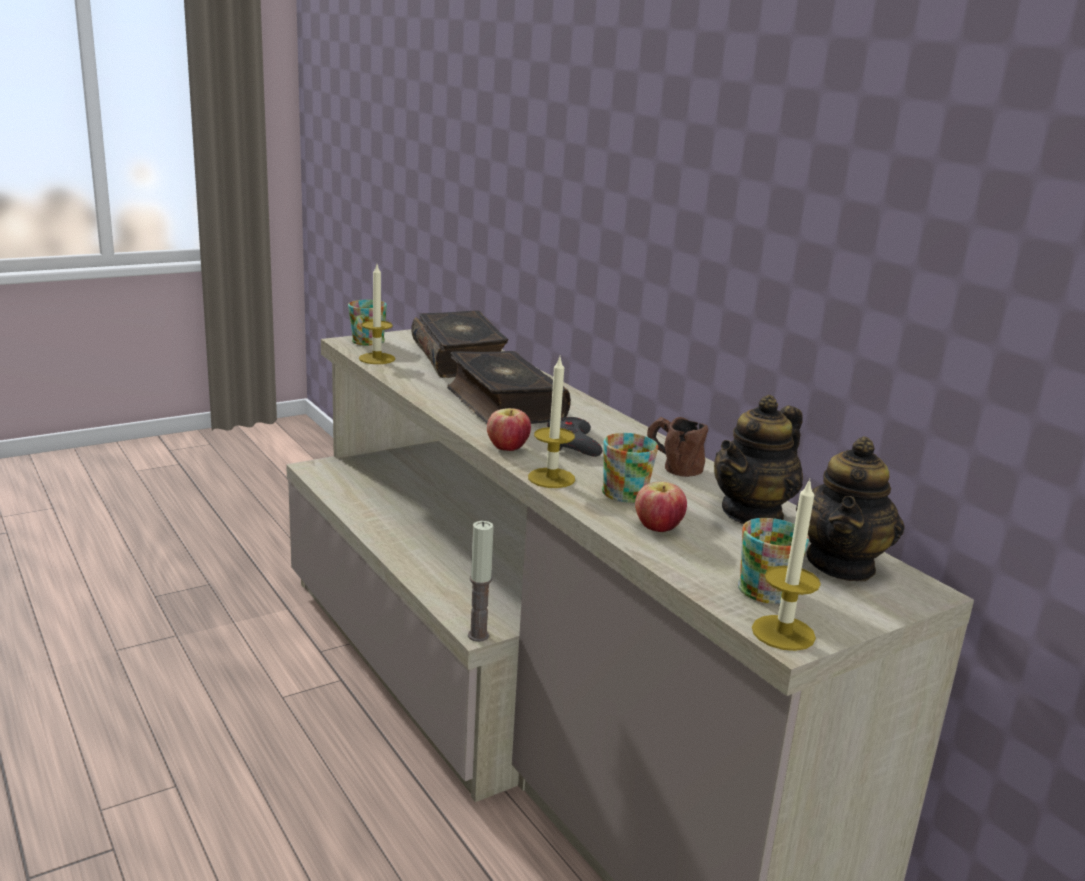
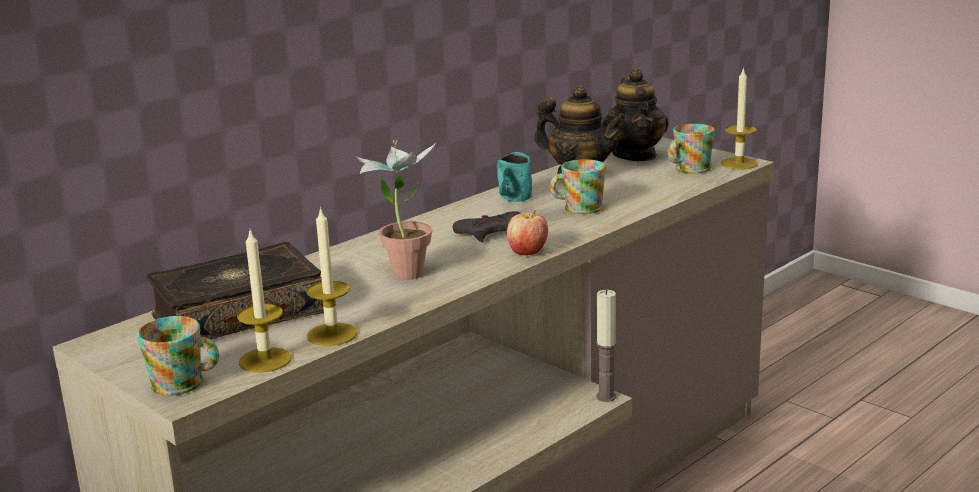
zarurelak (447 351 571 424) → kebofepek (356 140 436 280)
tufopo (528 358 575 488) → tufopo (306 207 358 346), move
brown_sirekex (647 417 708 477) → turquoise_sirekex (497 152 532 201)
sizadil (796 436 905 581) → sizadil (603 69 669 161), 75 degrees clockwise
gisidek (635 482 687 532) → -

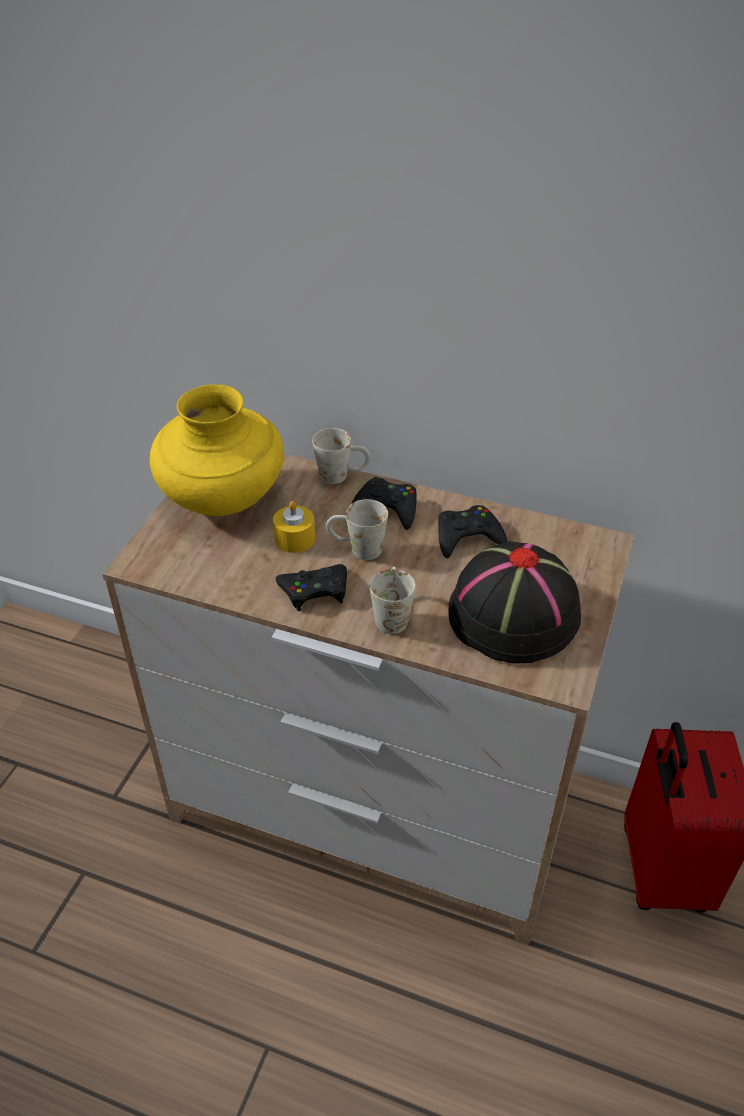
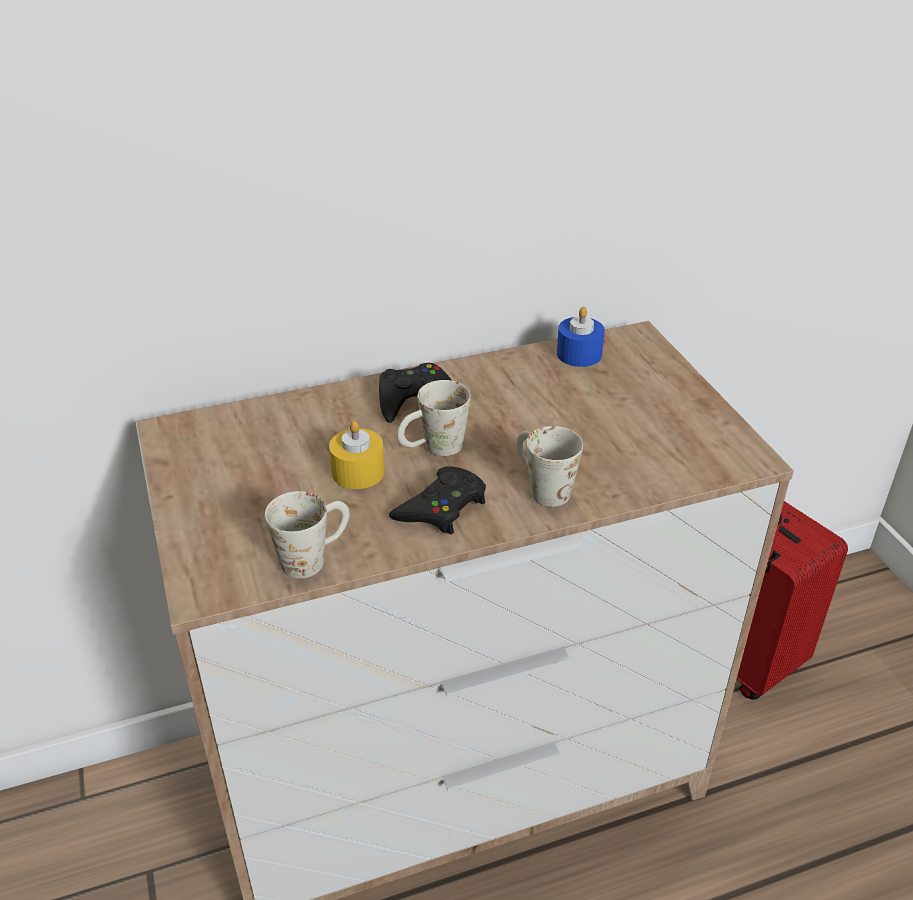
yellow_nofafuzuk (150 384 284 516) → -
white_sirekex (312 428 371 484) → white_sirekex (265 491 350 578), move
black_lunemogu (438 505 507 558) → -
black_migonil (449 541 581 664) → -
- → blue_tufopo (557 307 605 367)

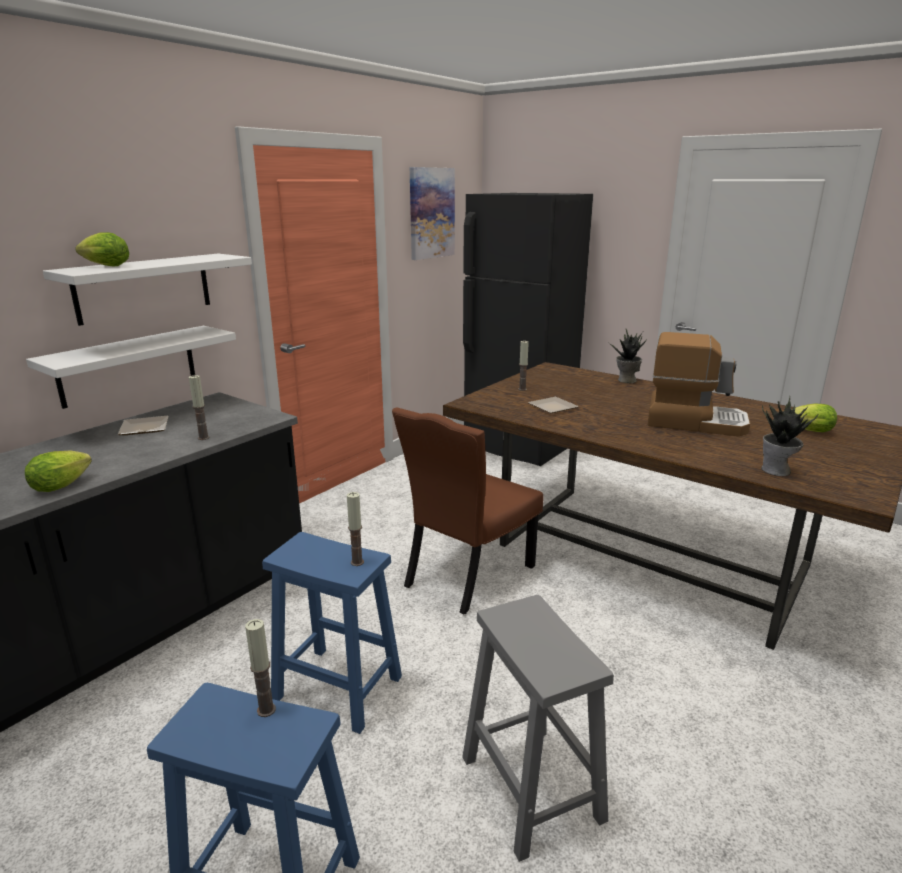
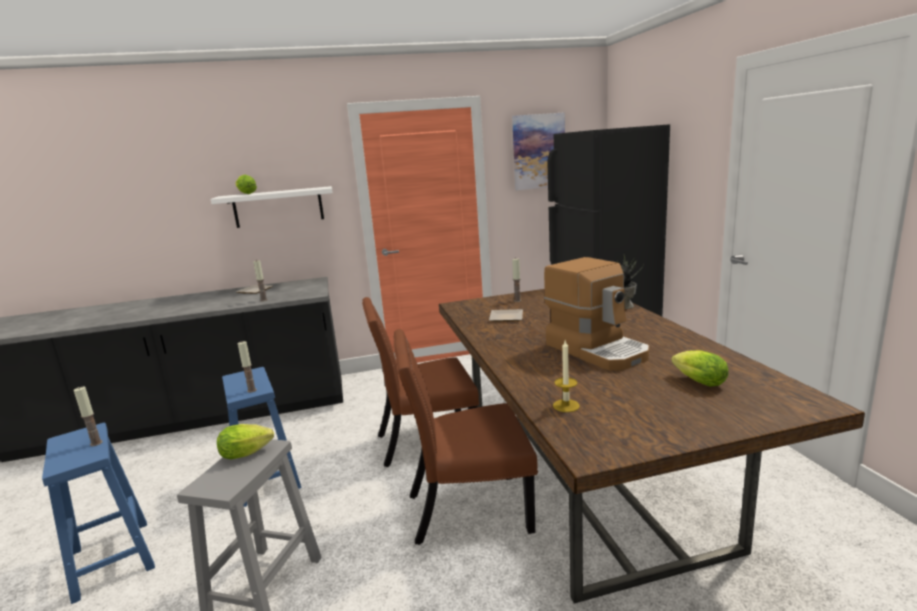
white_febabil (26 326 236 409) → -
kebofepek (761 396 819 476) → tufopo (553 341 580 412)
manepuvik (25 450 92 492) → manepuvik (217 424 274 459), move
- → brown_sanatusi (393 329 538 545)

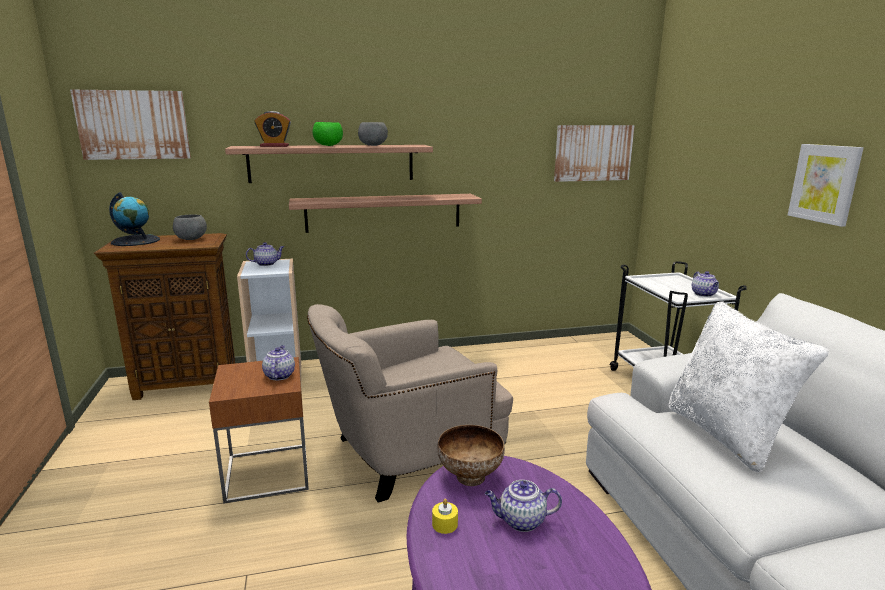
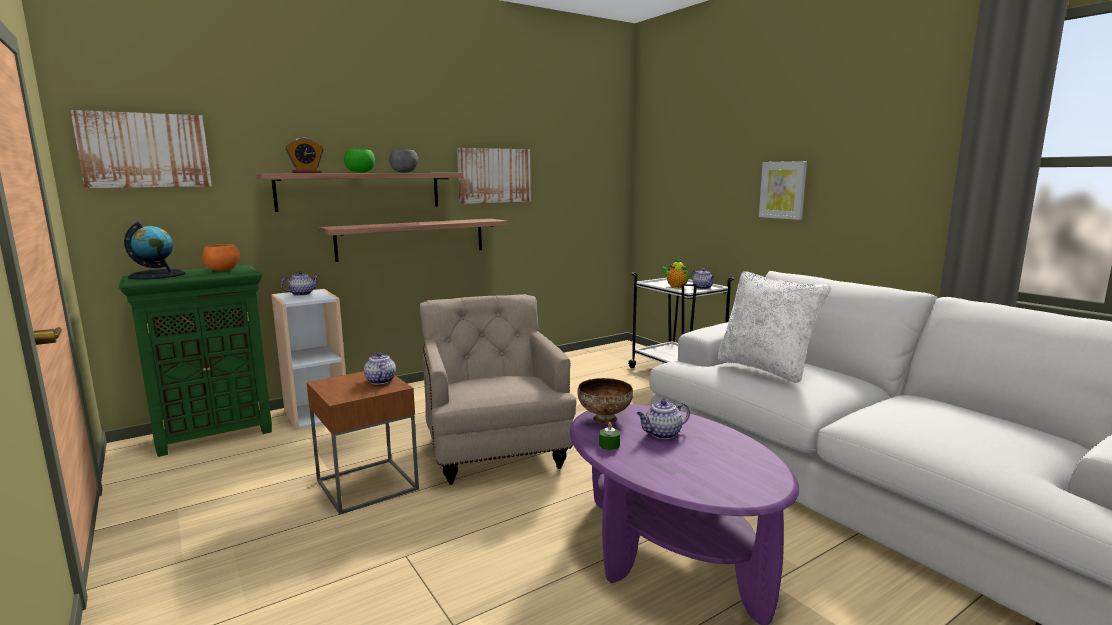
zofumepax (554 125 635 182) → zofumepax (457 148 531 204), move
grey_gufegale (173 215 207 240) → orange_gufegale (202 244 240 271)
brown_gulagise (94 233 235 400) → green_gulagise (119 265 272 457)
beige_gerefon (307 304 513 503) → beige_gerefon (419 294 576 485), 120 degrees clockwise
yellow_tufopo (432 499 458 534) → green_tufopo (599 422 620 450)
- → sizadil (661 258 689 288)

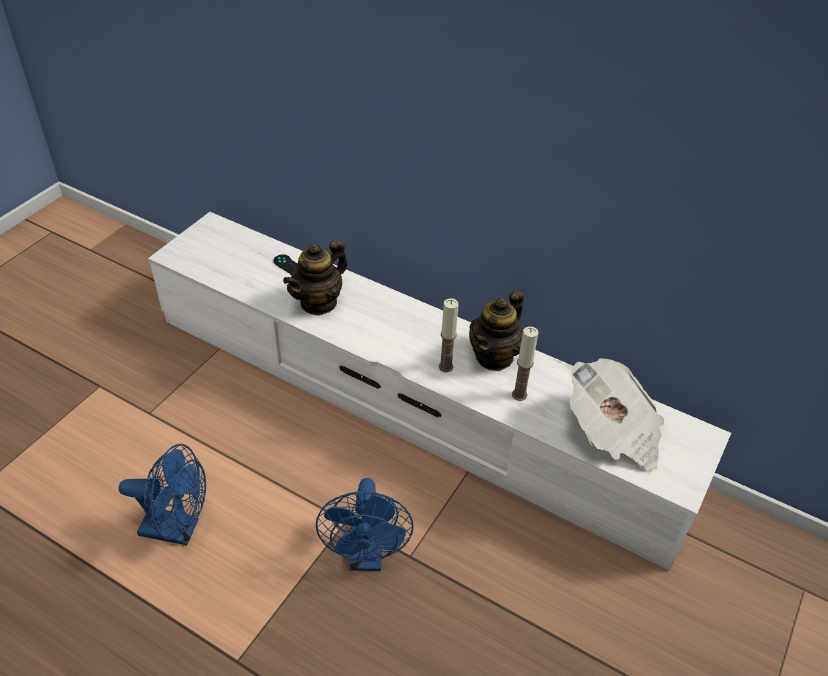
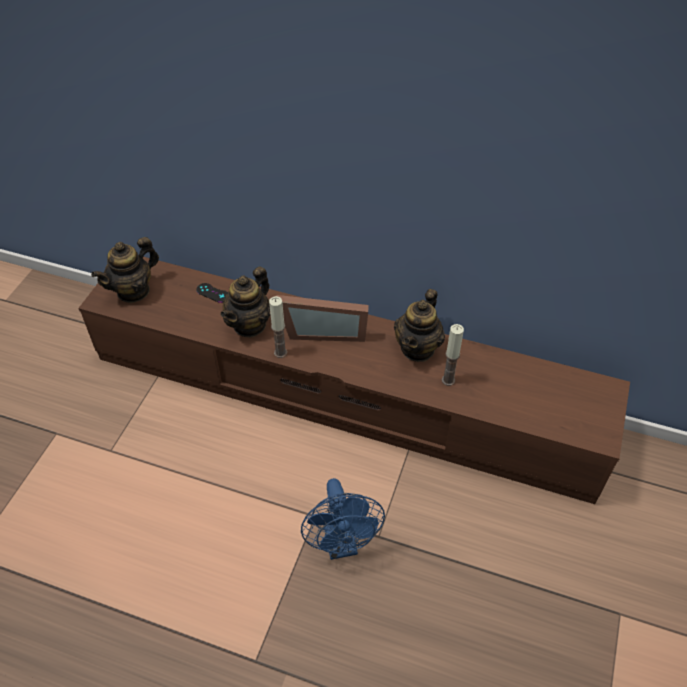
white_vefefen (148 212 731 571) → brown_vefefen (78 257 630 504)
tufopo (438 298 459 372) → tufopo (269 296 287 358), move
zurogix (569 358 664 470) → -
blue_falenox (119 444 206 545) → -
- → sizadil (91 237 159 303)
- → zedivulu (276 295 368 342)

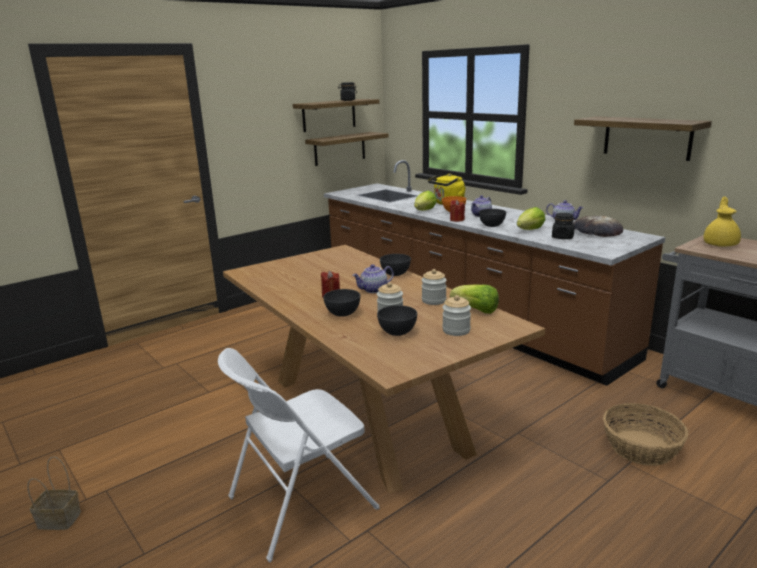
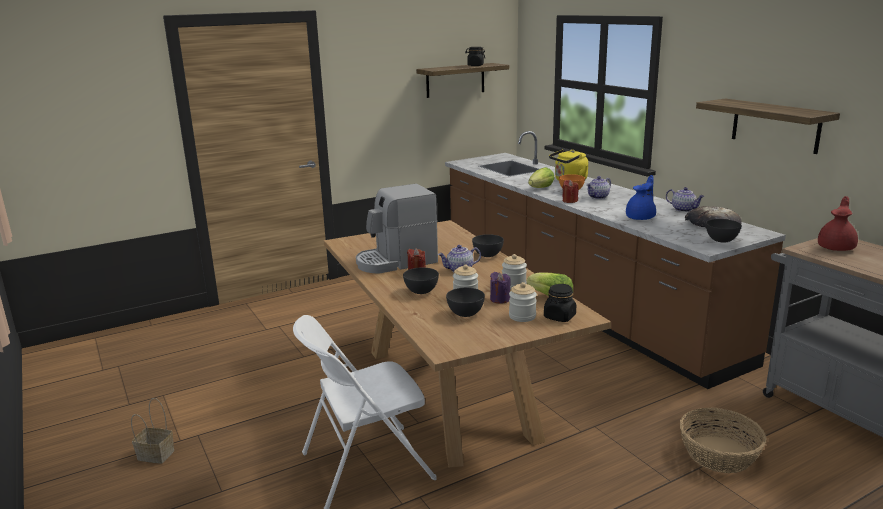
febabil (305 132 389 166) → -
yellow_sizadil (704 197 741 247) → red_sizadil (818 196 858 251)
manepuvik (517 207 545 230) → blue_sizadil (626 175 656 220)
grey_gufegale (479 209 506 227) → grey_gufegale (706 219 741 242), move
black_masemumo (552 213 575 239) → black_masemumo (544 284 576 322), move
- → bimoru (356 184 438 274)
- → purple_tufopo (490 272 511 304)

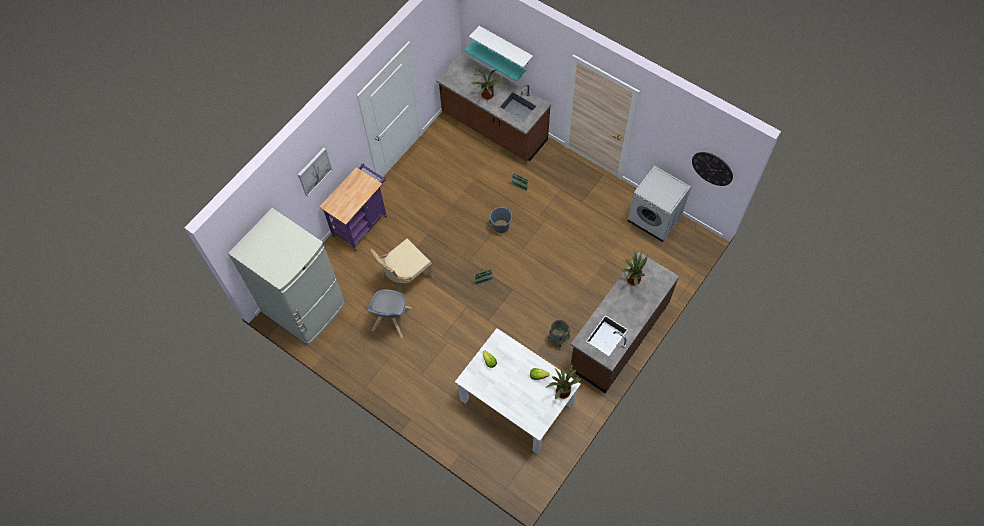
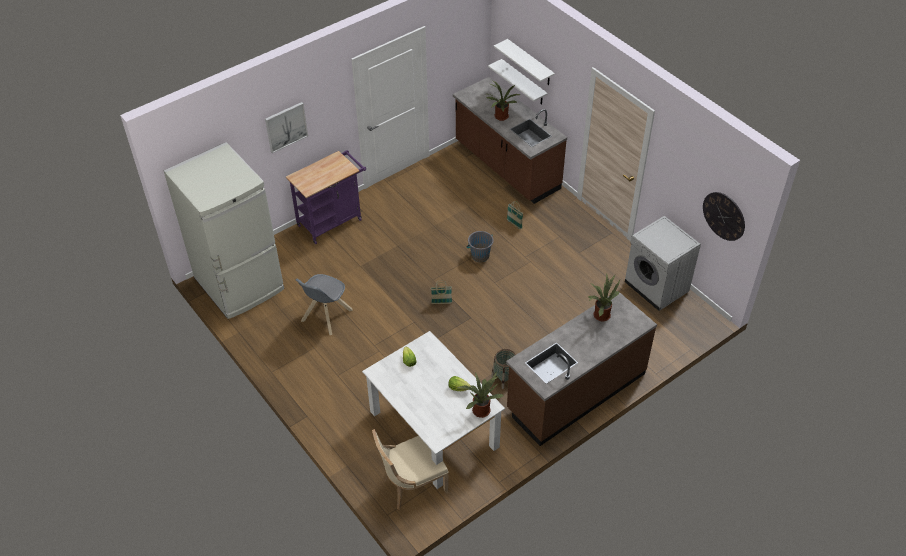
turquoise_febabil (464 40 526 81) → white_febabil (488 59 548 105)
beige_sanatusi (371 239 434 293) → beige_sanatusi (372 429 449 510), move

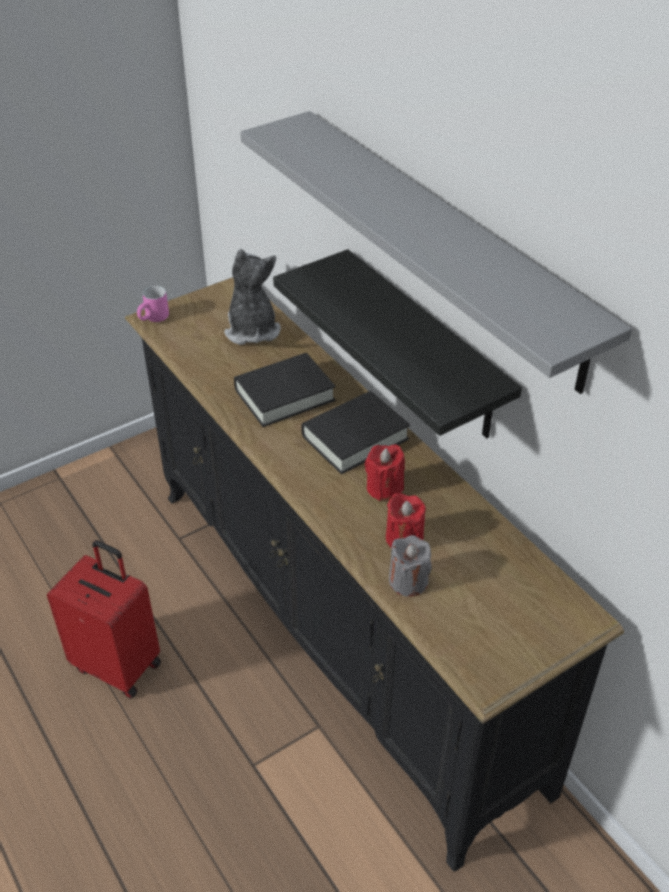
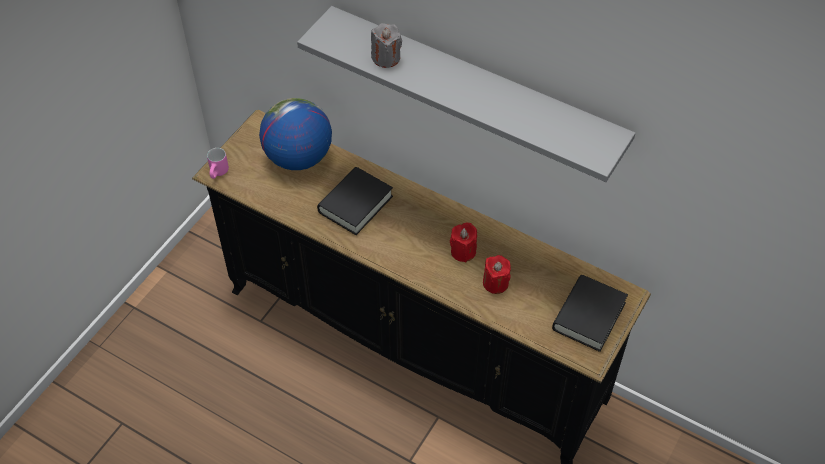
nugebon (224 249 281 345) → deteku (259 98 332 170)
black_febabil (273 249 522 438) → -
black_zarurelak (301 391 410 474) → black_zarurelak (552 275 628 352), move
grey_tufopo (389 535 432 597) → grey_tufopo (371 23 402 68), move
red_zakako (47 540 161 698) → -

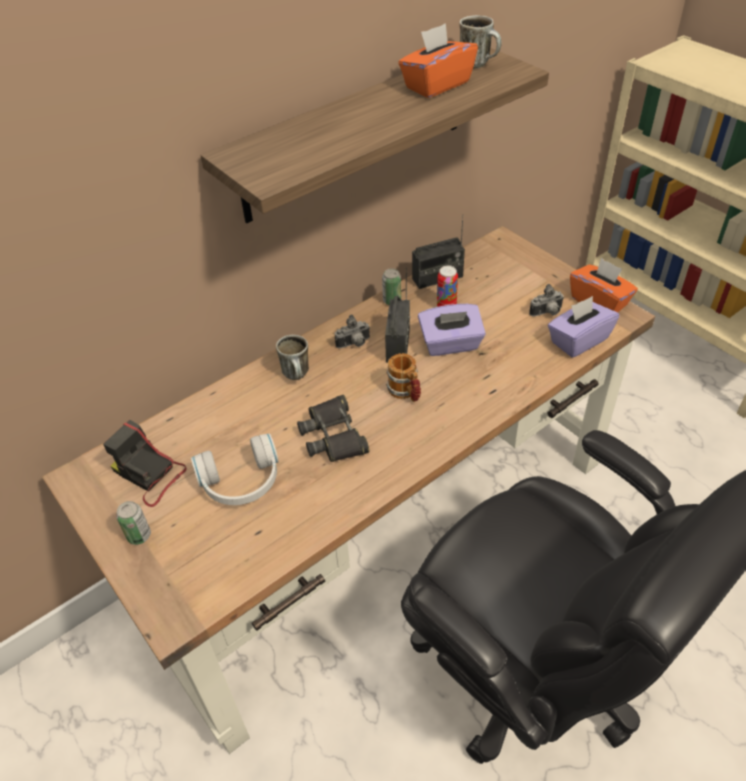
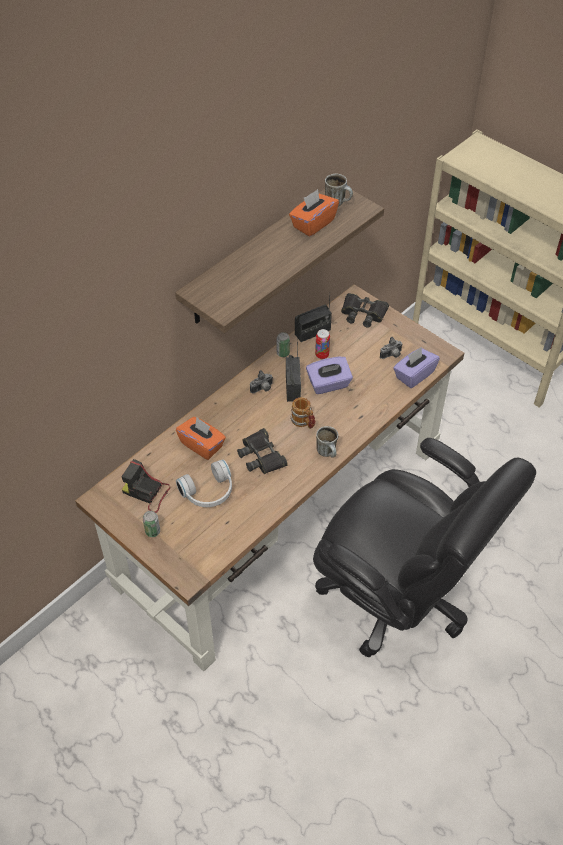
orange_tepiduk (570 258 638 312) → orange_tepiduk (176 417 226 460), move
sirekex (276 335 309 380) → sirekex (316 426 339 458), move
- → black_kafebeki (341 293 389 327)

